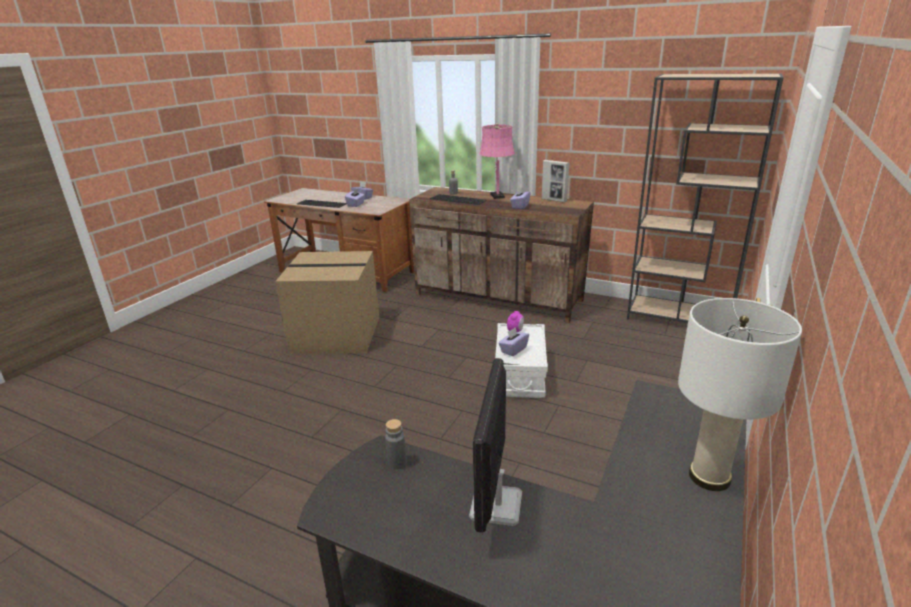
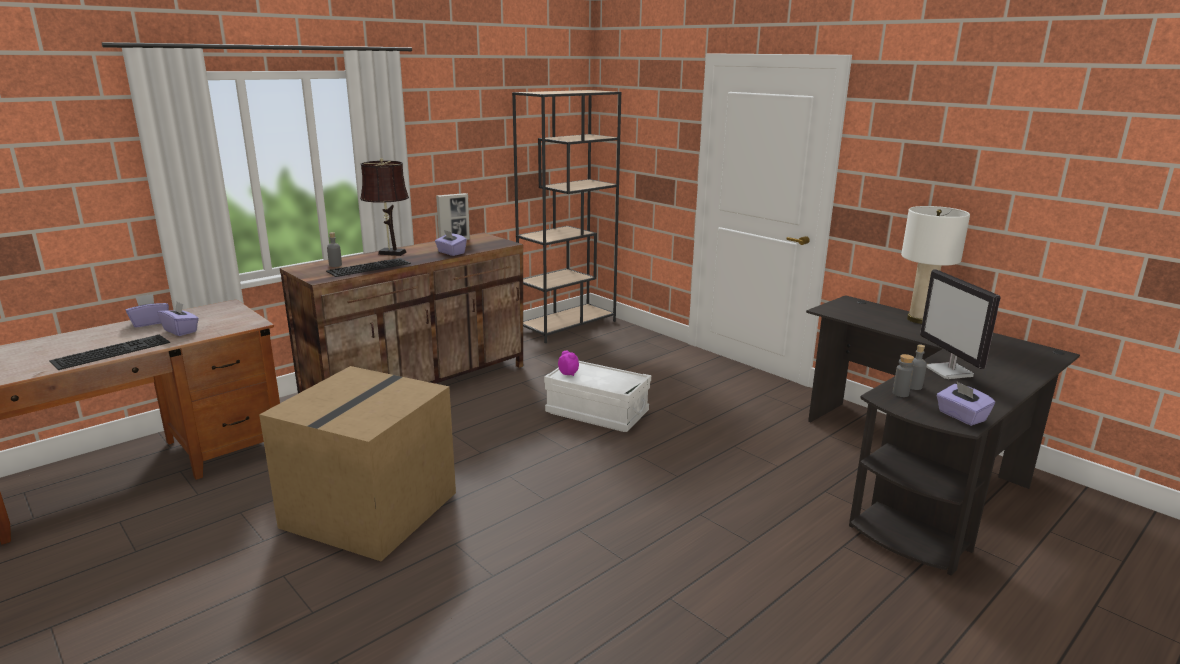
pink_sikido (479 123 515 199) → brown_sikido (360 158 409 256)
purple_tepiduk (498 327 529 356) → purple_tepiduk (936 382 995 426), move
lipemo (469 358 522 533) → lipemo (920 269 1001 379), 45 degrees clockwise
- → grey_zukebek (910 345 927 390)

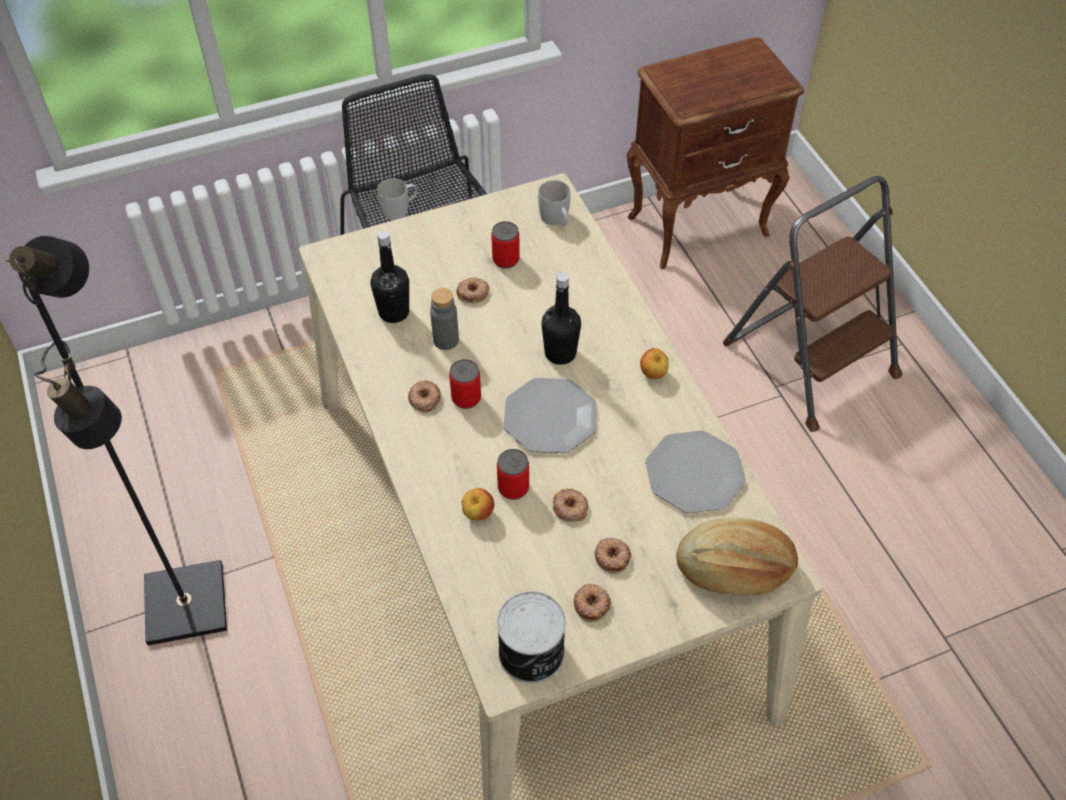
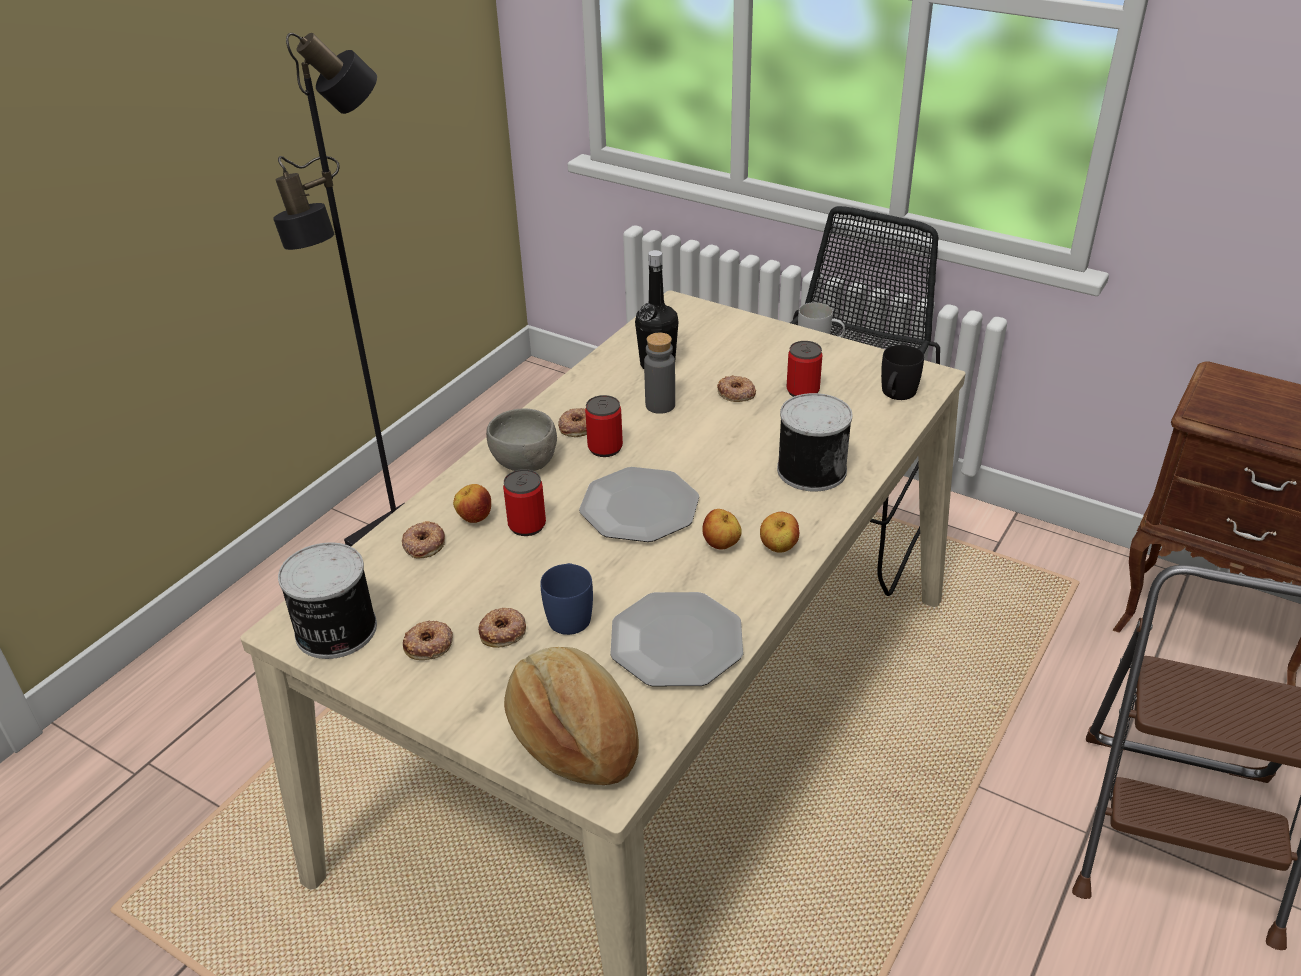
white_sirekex (538 180 571 225) → black_sirekex (881 345 924 400)
black_zukebek (541 272 581 365) → -
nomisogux (553 488 588 522) → nomisogux (402 521 445 558), move
- → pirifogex (777 393 852 492)
- → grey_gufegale (486 409 557 471)
- → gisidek (702 509 742 549)
- → blue_sirekex (540 563 593 635)

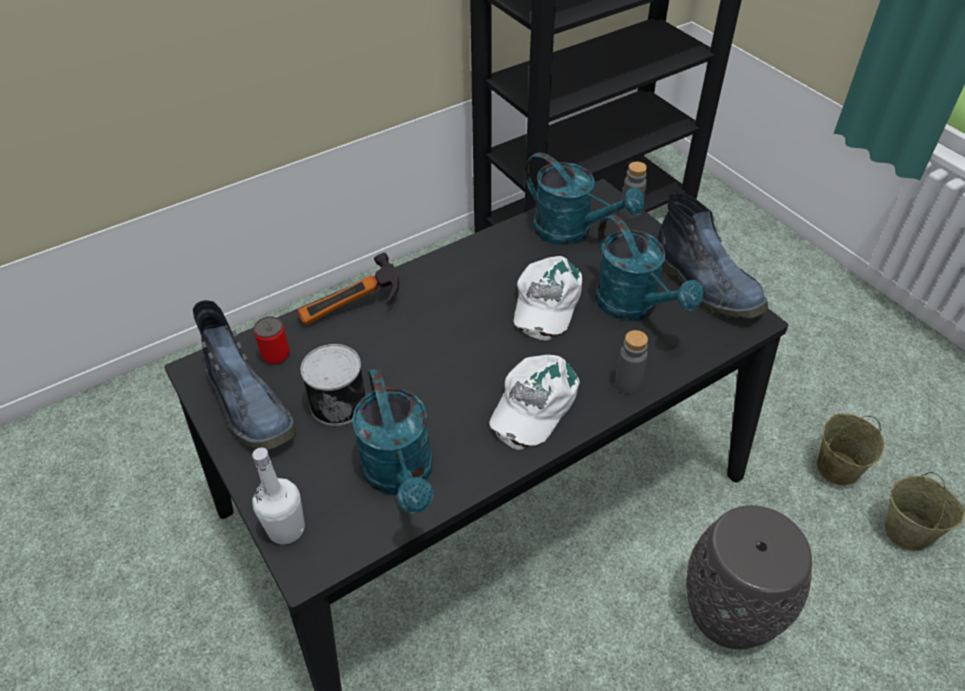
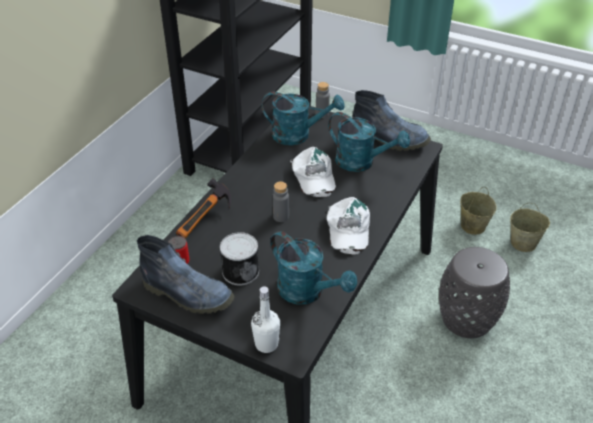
grey_zukebek (615 330 648 394) → grey_zukebek (273 181 289 222), move

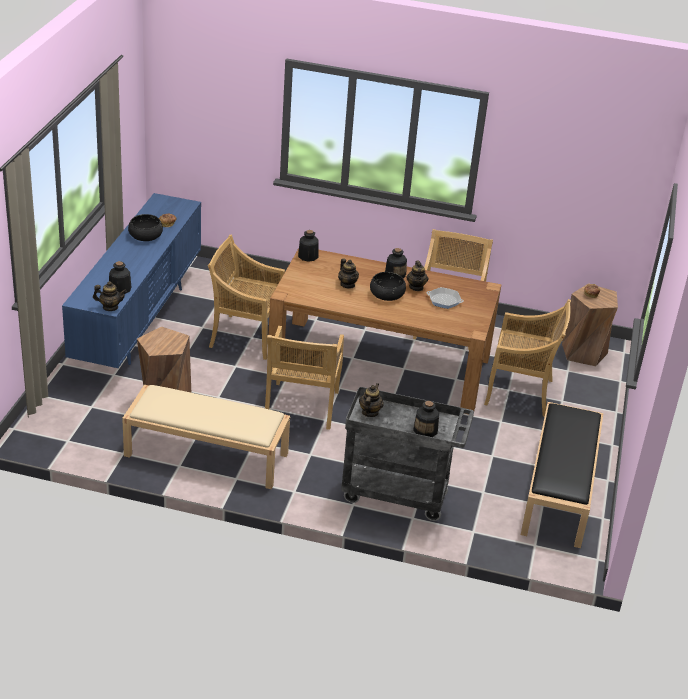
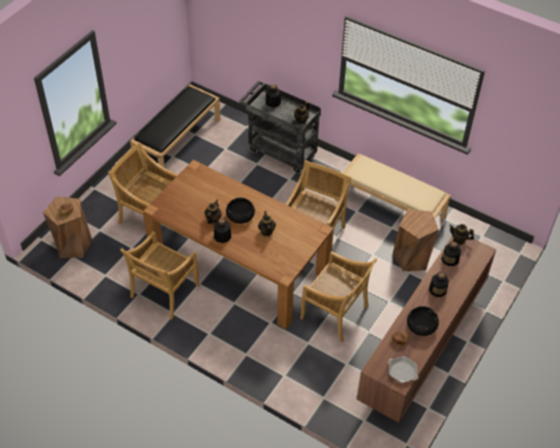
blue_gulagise (62 193 201 368) → brown_gulagise (357 236 496 423)
zukebek (298 230 319 262) → zukebek (429 272 449 297), move
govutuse (427 287 464 309) → govutuse (388 356 418 383), move

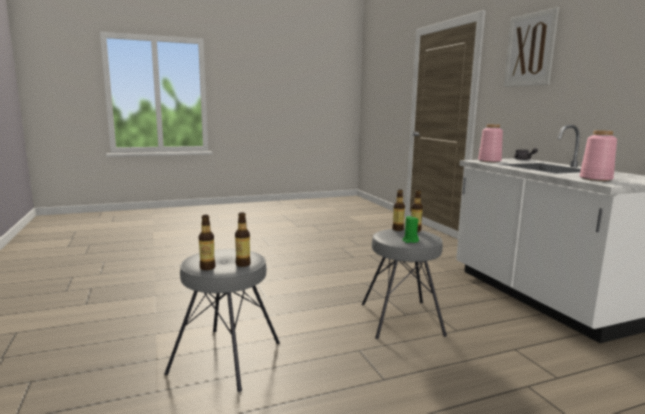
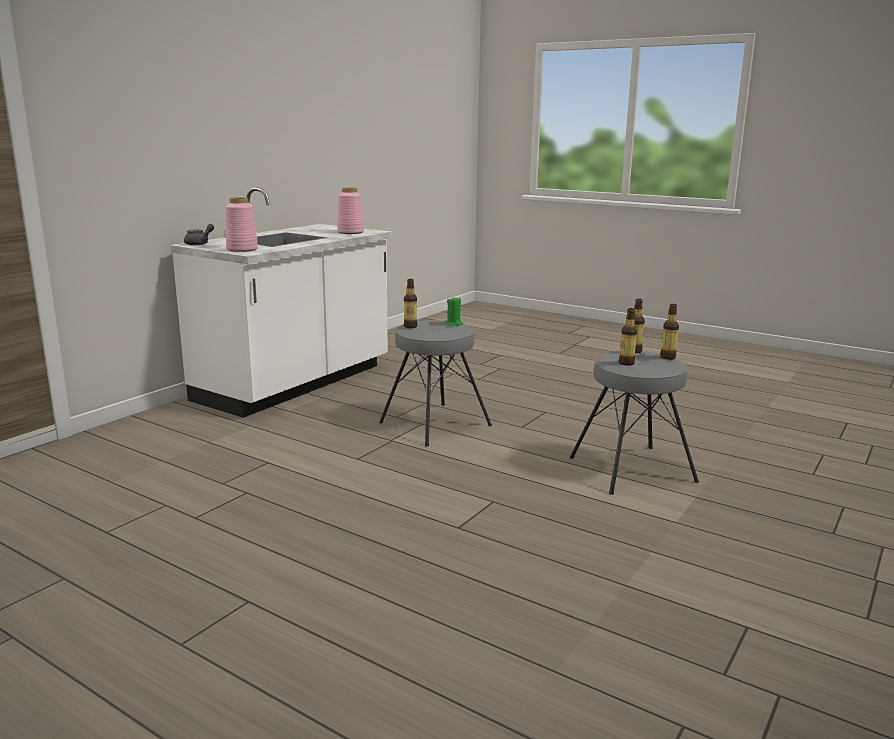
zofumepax (504 7 559 87) → -
zukebek (392 190 405 231) → zukebek (619 308 637 366), move

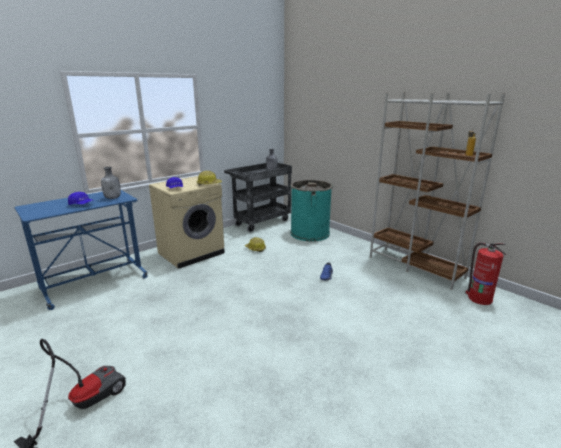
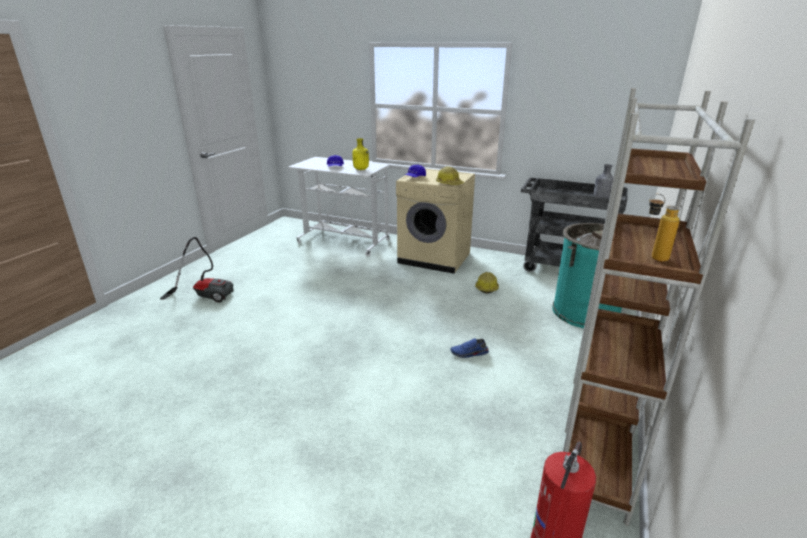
grey_zukebek (101 167 121 199) → yellow_zukebek (352 138 369 170)
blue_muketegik (14 190 148 310) → white_muketegik (288 157 390 256)

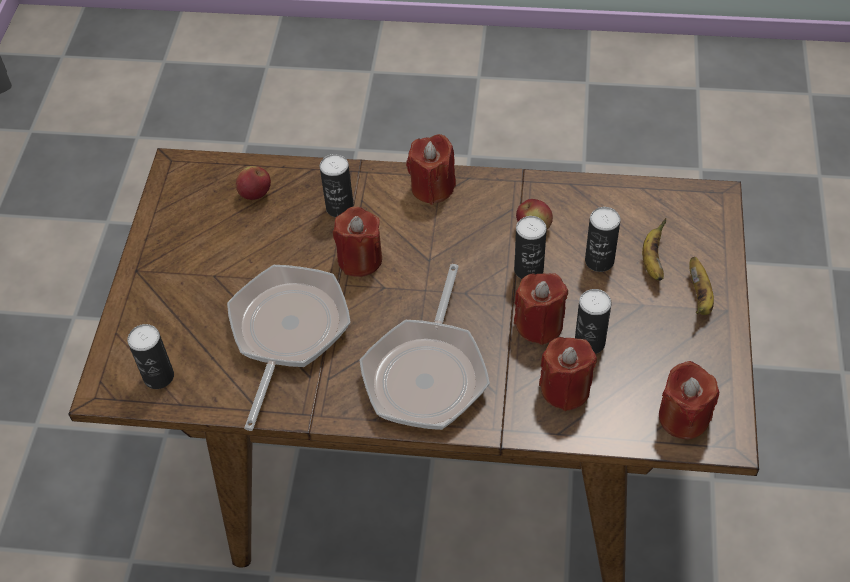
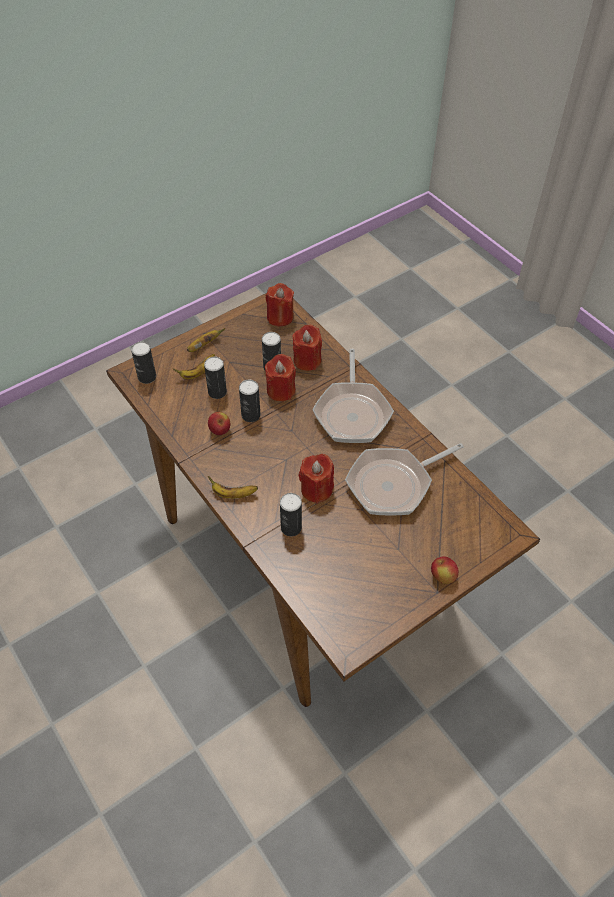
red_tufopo (406 134 456 205) → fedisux (208 476 258 499)
gisidek (236 166 271 200) → gisidek (431 556 459 584), move
govutuse (359 264 490 430) → govutuse (312 349 394 443), 120 degrees clockwise
pirifogex (127 324 174 389) → pirifogex (131 342 156 384), move

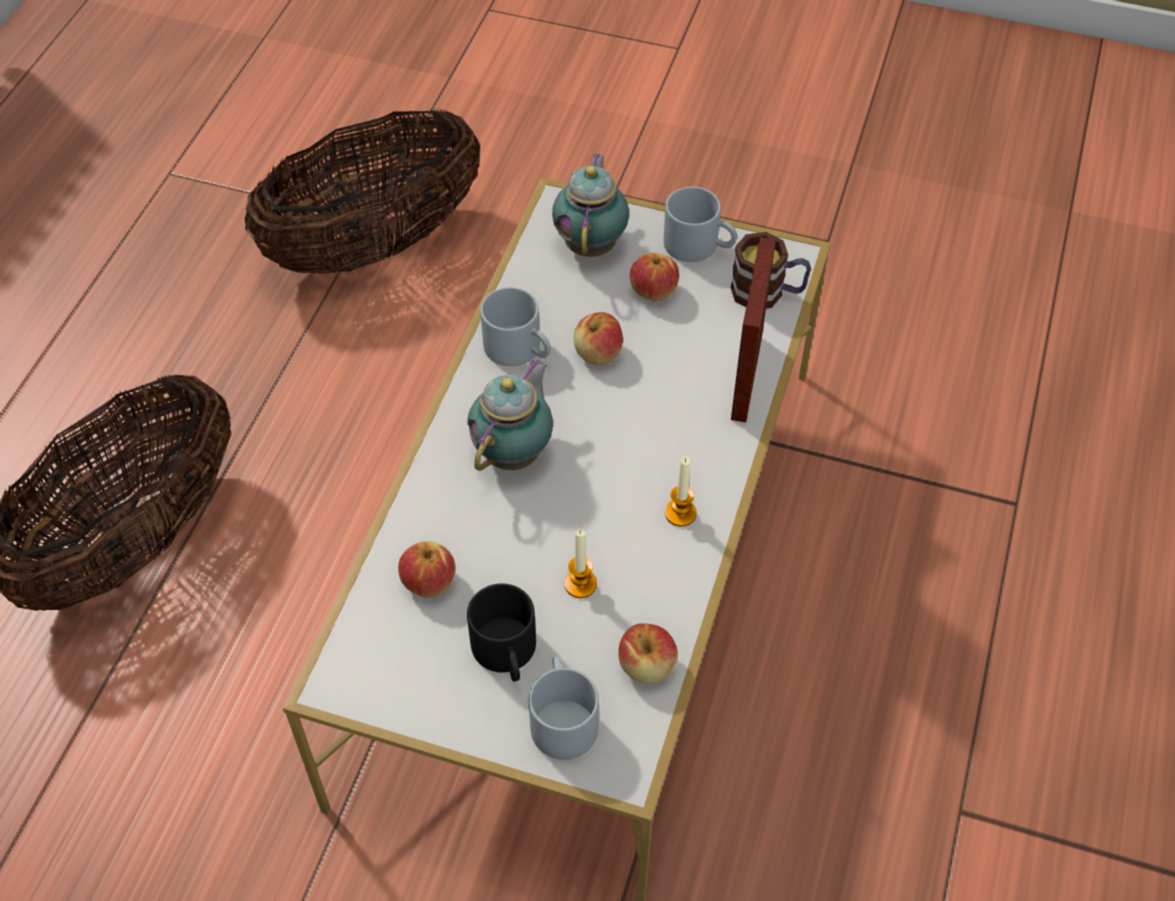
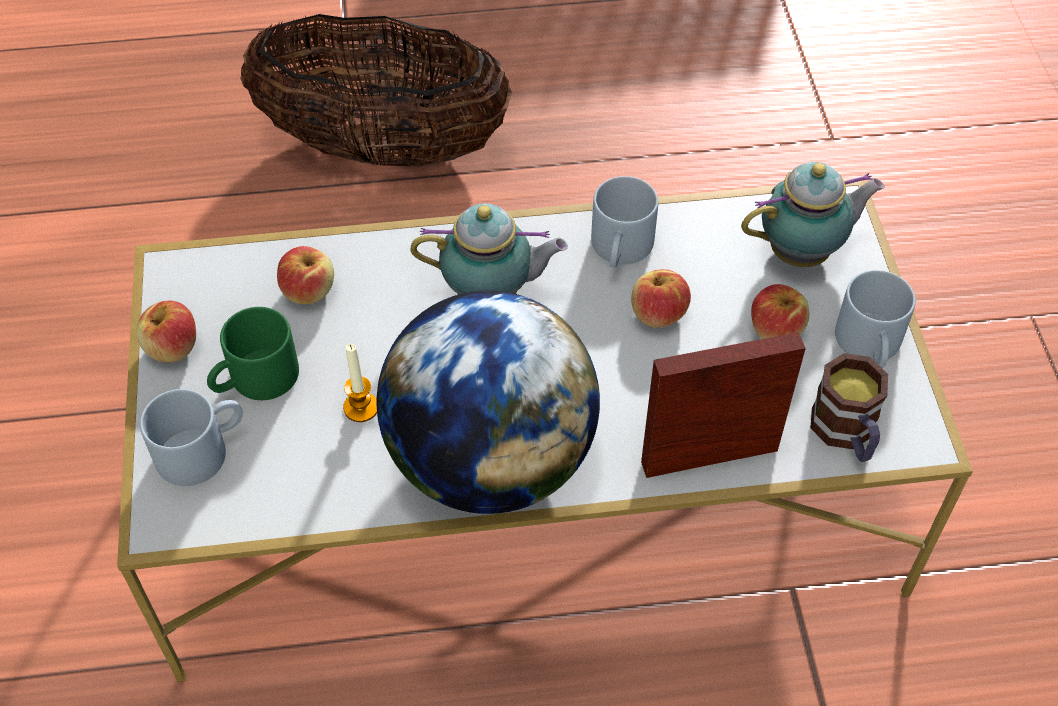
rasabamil (245 108 480 274) → -
tufopo (665 456 697 527) → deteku (377 290 600 514)
black_sirekex (467 583 536 682) → green_sirekex (207 307 299 400)
gisidek (618 623 678 683) → gisidek (137 301 196 363), move

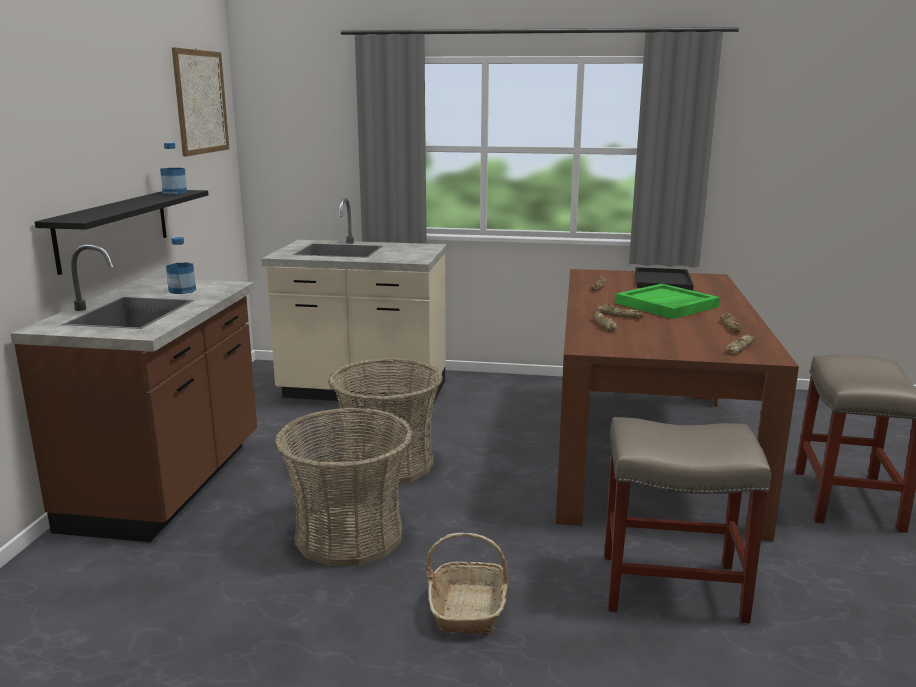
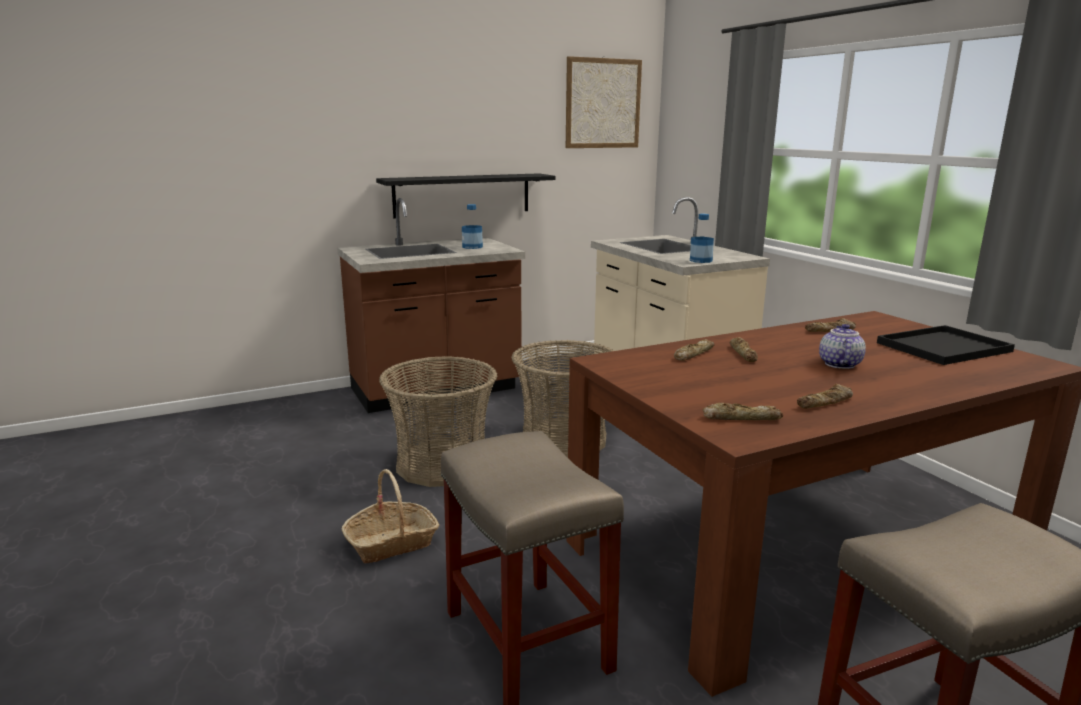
zukebek (160 143 187 195) → zukebek (690 214 714 263), move
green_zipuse (615 284 720 319) → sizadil (819 324 866 369)

